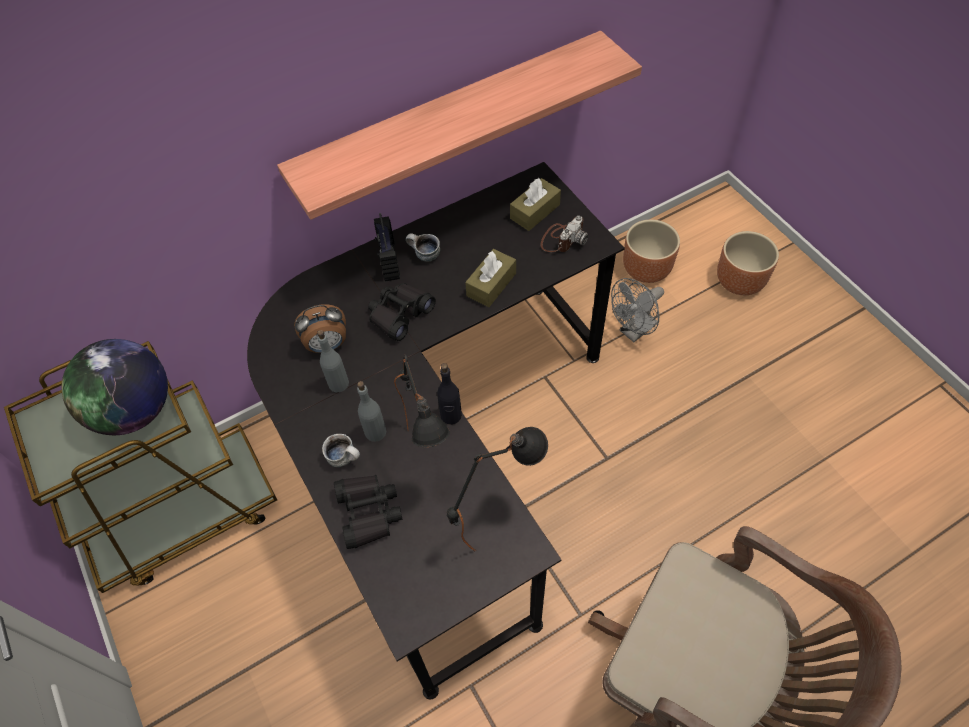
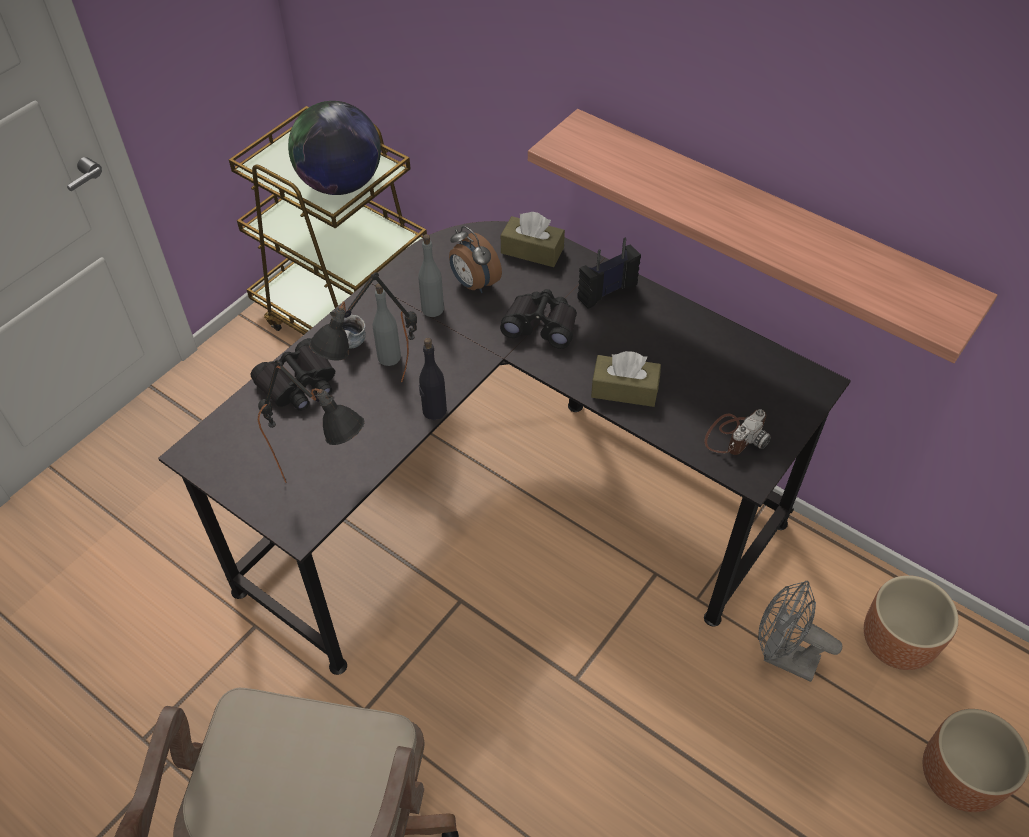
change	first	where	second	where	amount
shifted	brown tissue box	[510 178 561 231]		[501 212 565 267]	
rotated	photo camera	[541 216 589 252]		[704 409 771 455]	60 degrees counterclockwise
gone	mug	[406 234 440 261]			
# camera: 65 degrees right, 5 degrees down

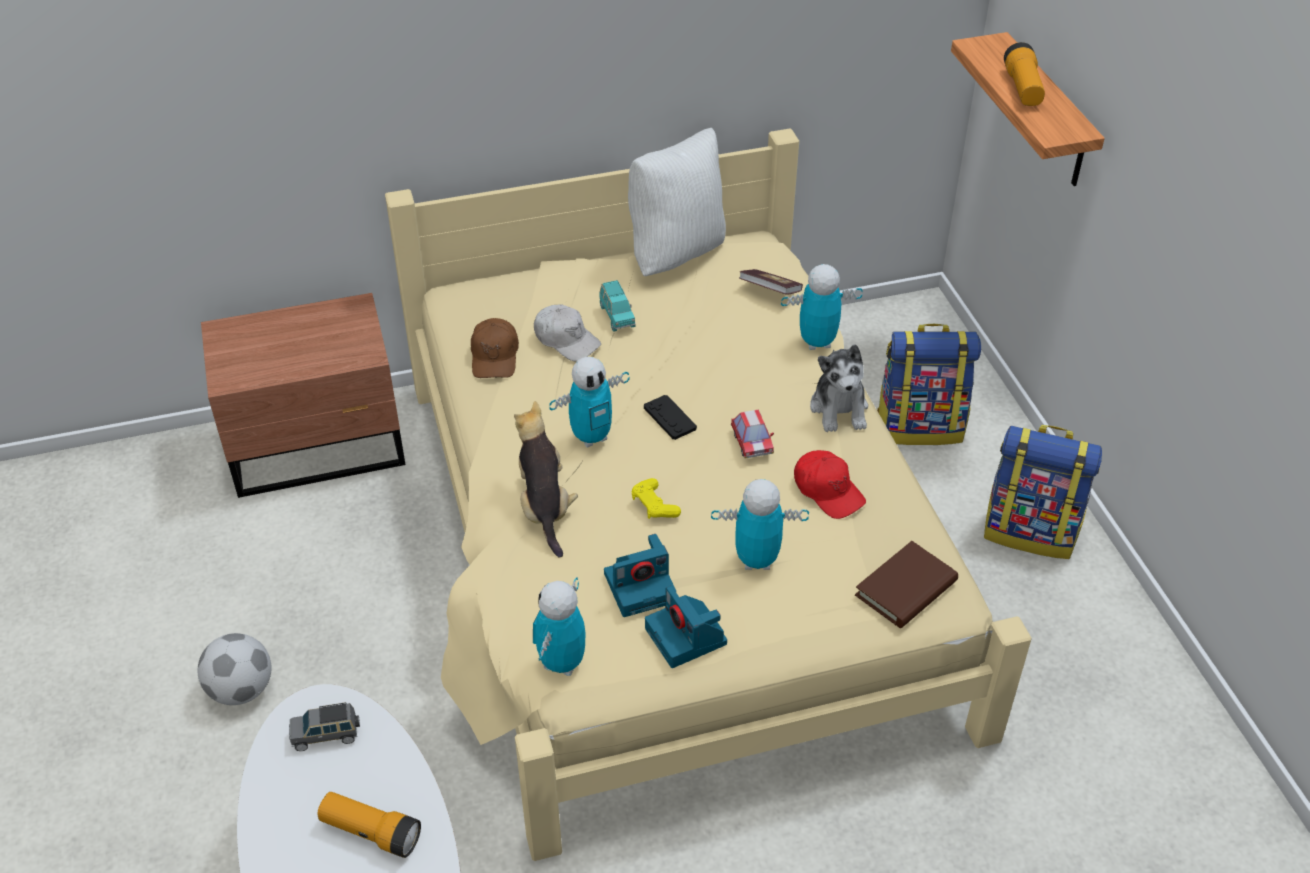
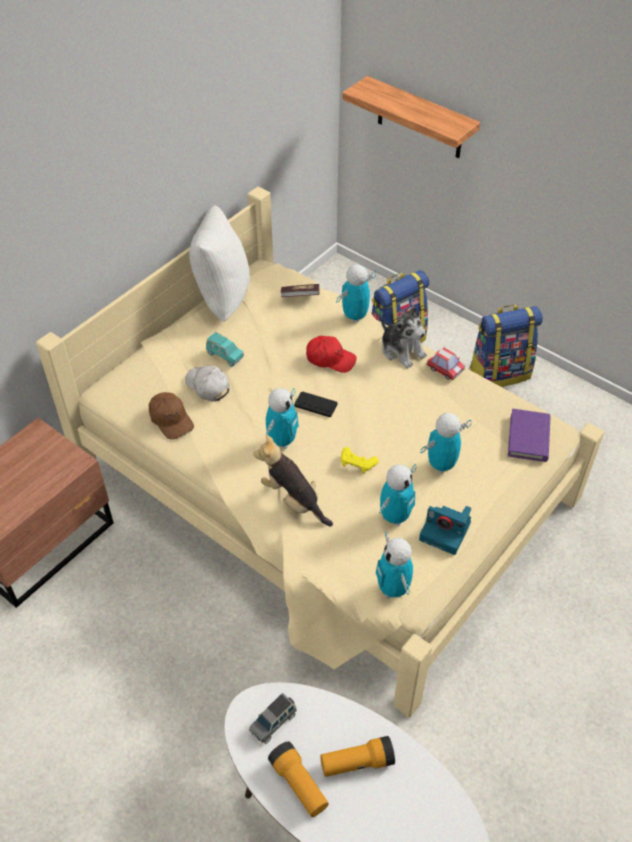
change	first	where	second	where	amount
rotated	white cap	[534 304 601 361]		[185 365 230 402]	135 degrees counterclockwise
shifted	flashlight	[1004 42 1045 106]		[268 741 328 817]	
shifted	red cap	[794 450 866 519]		[306 336 357 373]	
swapped	photo camera	[604 534 676 617]	toy robot	[379 464 416 526]	
shifted	toy car	[731 409 774 459]		[427 348 465 380]	
repainted	brown book	[855 541 958 628]	purple book	[508 409 550 462]	
gone	football	[198 633 271 705]			
# camera: 35 degrees left, 5 degrees up

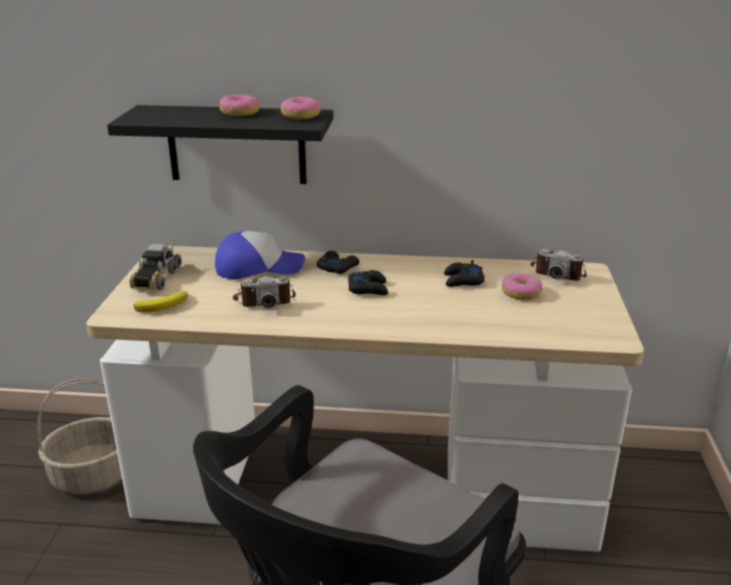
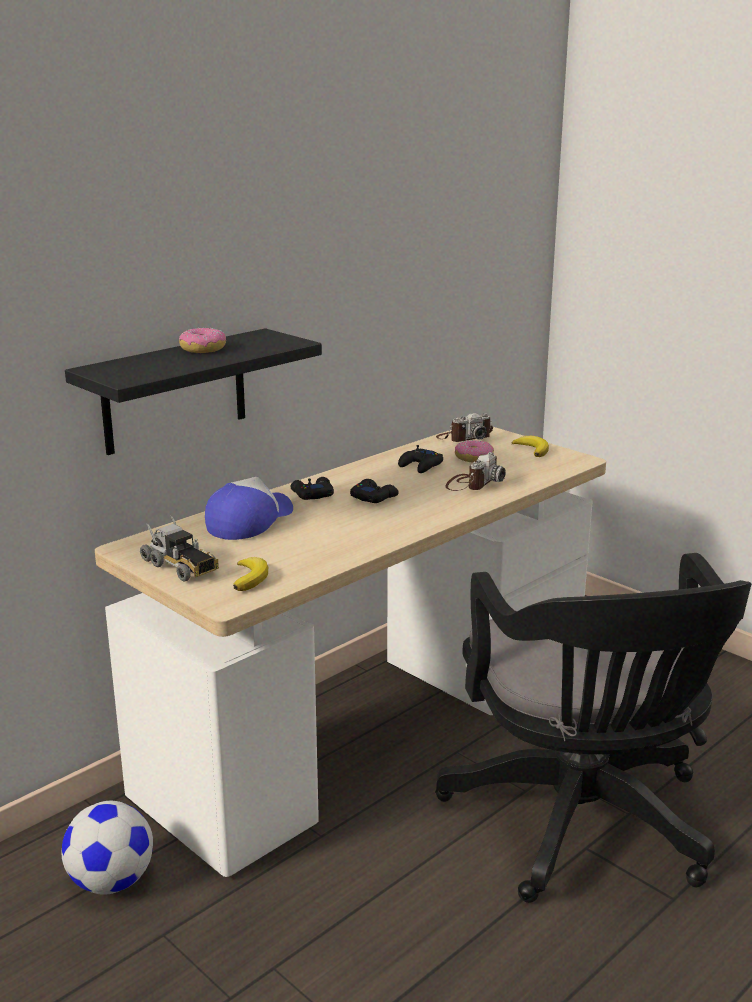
change	first	where	second	where	amount
swapped	basket	[38 379 122 494]	football	[62 801 153 895]	
shifted	photo camera	[233 275 296 308]		[445 452 506 491]	
new			banana	[512 436 549 457]	
gone	donut	[281 96 321 120]			
# camera: 50 degrees left, 5 degrees down

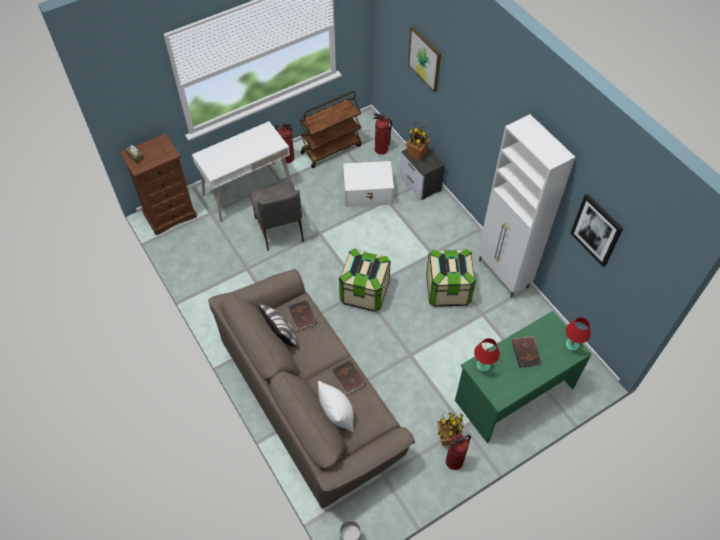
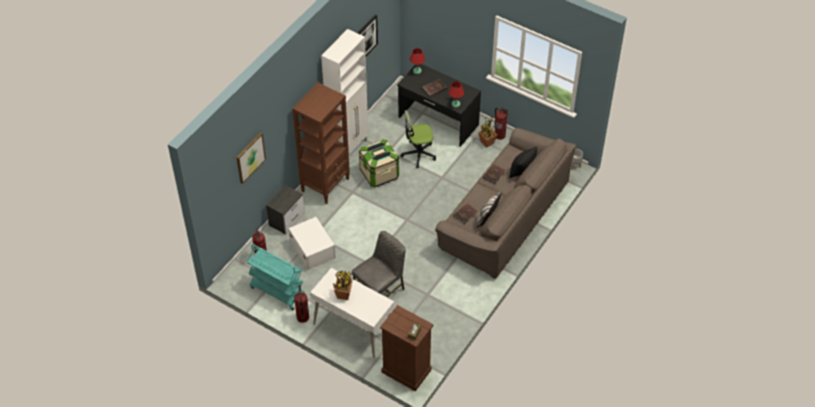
change	first	where	second	where	amount
repainted	brown cart	[299 91 362 168]	turquoise cart	[247 244 305 310]	
new			brown bookcase	[292 83 350 204]	
shifted	potted plant	[406 122 430 160]		[333 271 353 300]	
repainted	green desk	[455 311 592 443]	black desk	[397 64 481 147]	
new			office chair	[400 110 436 168]	
repainted	white pillow	[318 381 354 432]	black pillow	[509 146 537 178]	
gone	storage box	[339 249 391 312]			
# camera: 115 degrees left, 5 degrees down

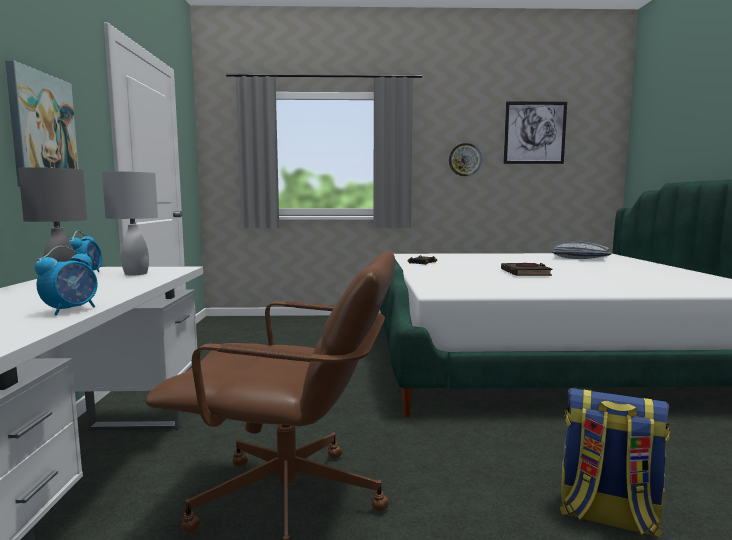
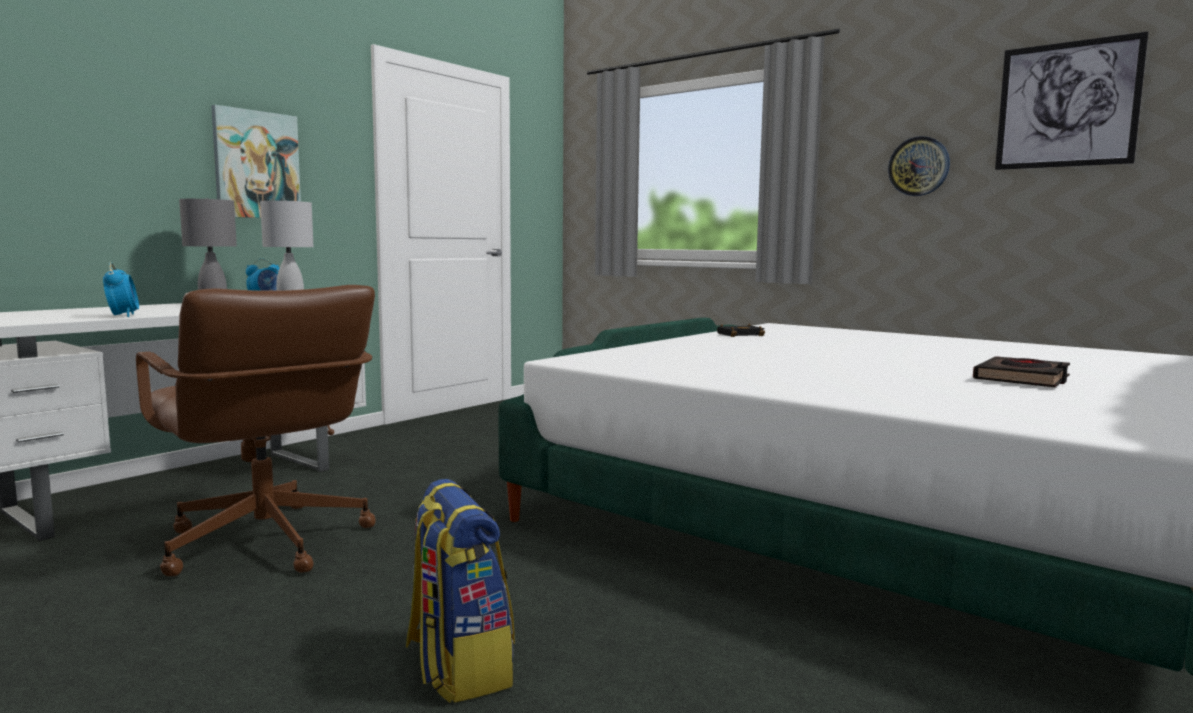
change	first	where	second	where	amount
rotated	alarm clock	[35 246 98 316]		[103 262 139 317]	90 degrees counterclockwise
shifted	black book	[501 263 552 276]		[973 356 1070 388]	
gone	pillow	[552 241 611 259]			
# camera: 40 degrees right, 0 degrees up

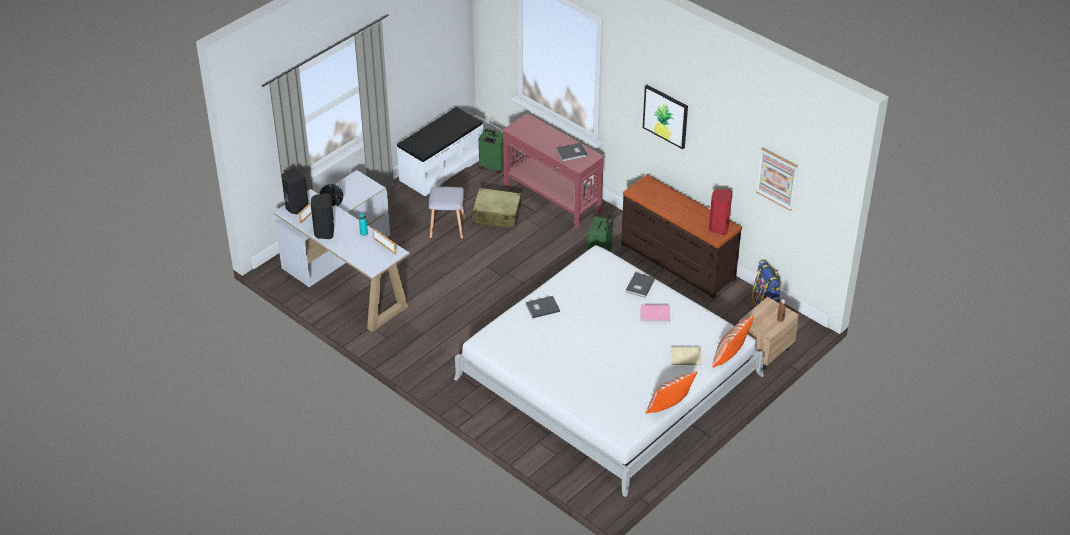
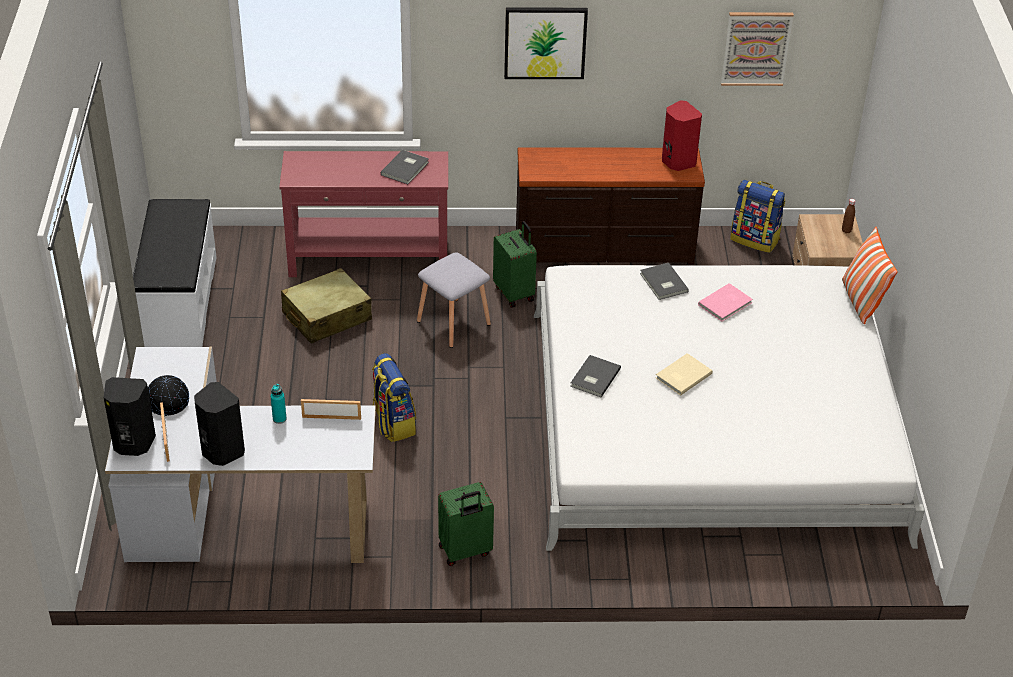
change	first	where	second	where	amount
new			backpack	[372 353 416 442]	
shifted	grey stool	[429 187 465 239]		[417 252 491 348]	
shifted	green suitcase	[478 128 504 173]		[438 482 494 566]	
shifted	beige book	[671 347 702 365]		[656 353 713 396]	
gone	pillow	[646 371 697 414]			
# camera: 45 degrees left, 0 degrees up

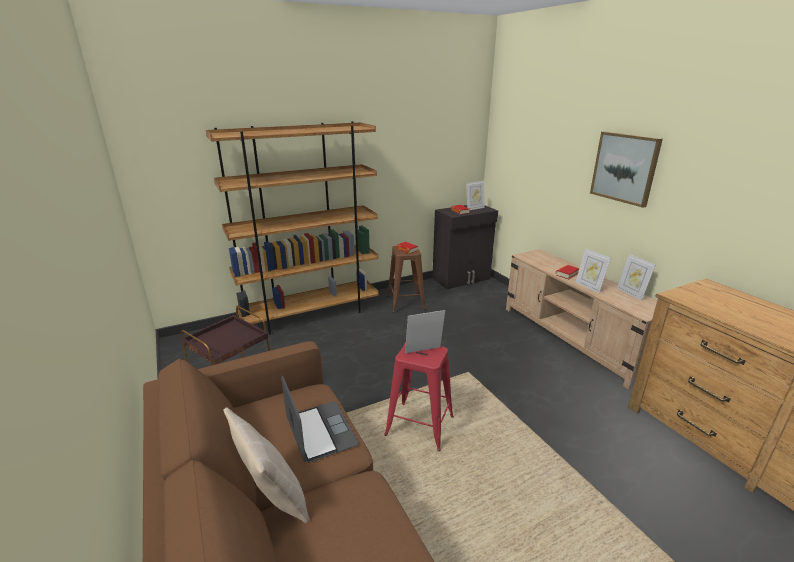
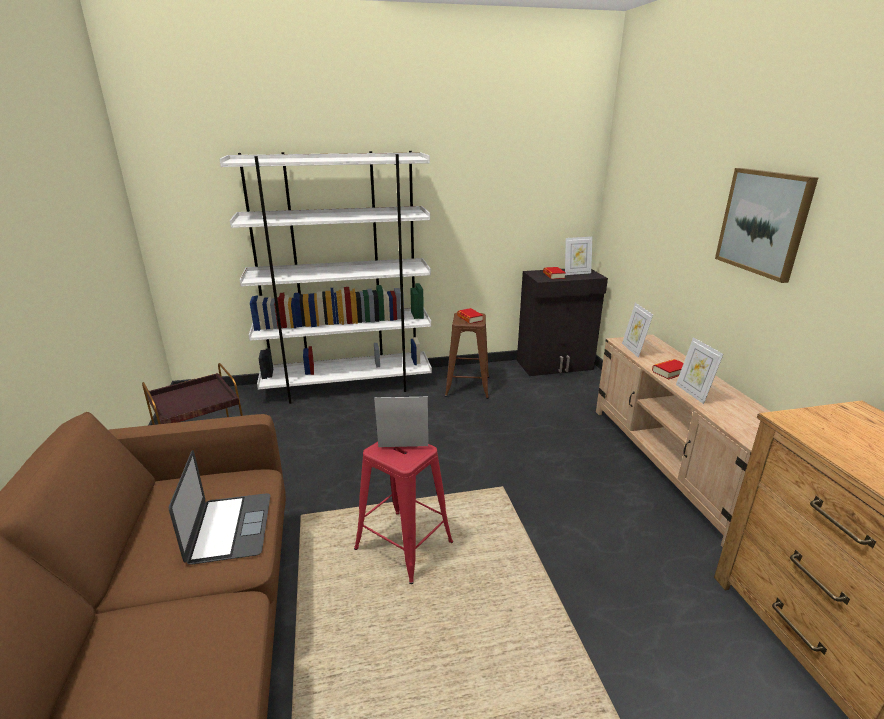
change	first	where	second	where	amount
repainted	brown bookcase	[206 121 379 335]	white bookcase	[219 151 432 404]	
shifted	picture frame	[617 254 656 301]		[622 303 653 358]	
gone	beige pillow	[223 407 310 523]			
# camera: 15 degrees right, 0 degrees up

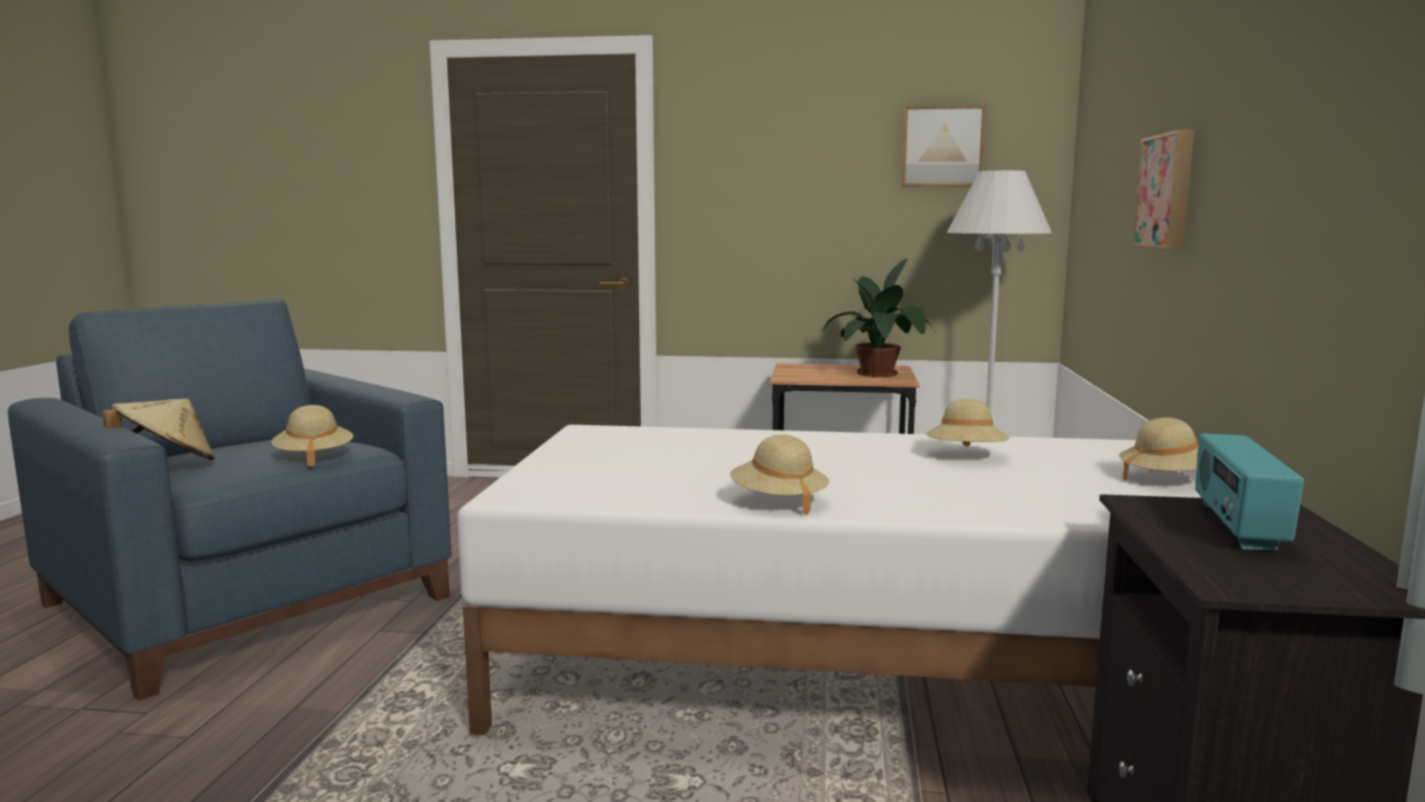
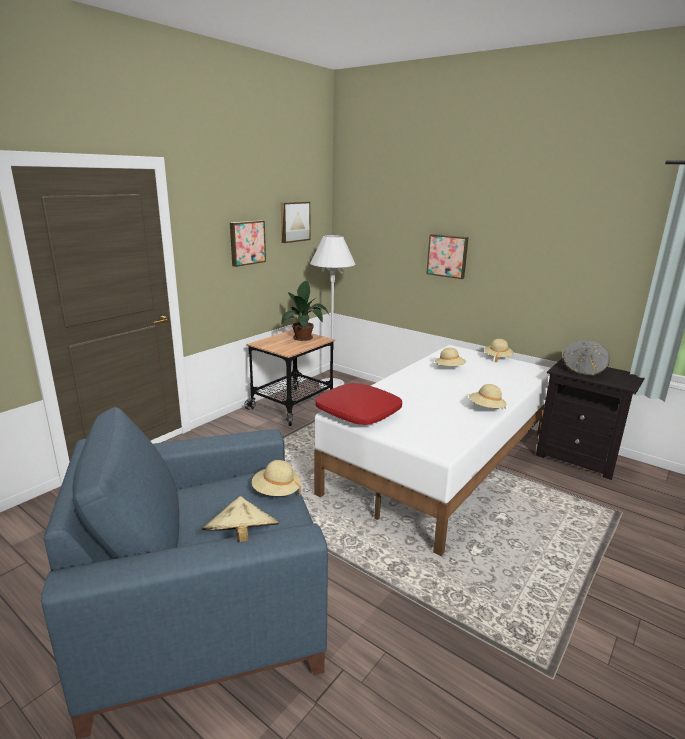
change	first	where	second	where	amount
new			picture	[230 220 266 267]	
new			red pillow	[315 383 402 425]	
swapped	radio	[1195 433 1304 550]	grey hat	[563 340 610 376]	
# camera: 60 degrees left, 10 degrees up

